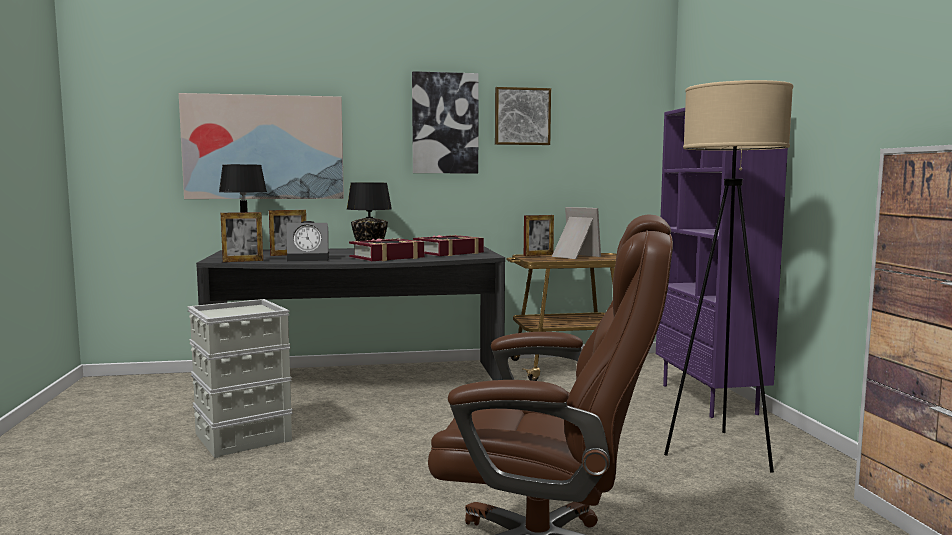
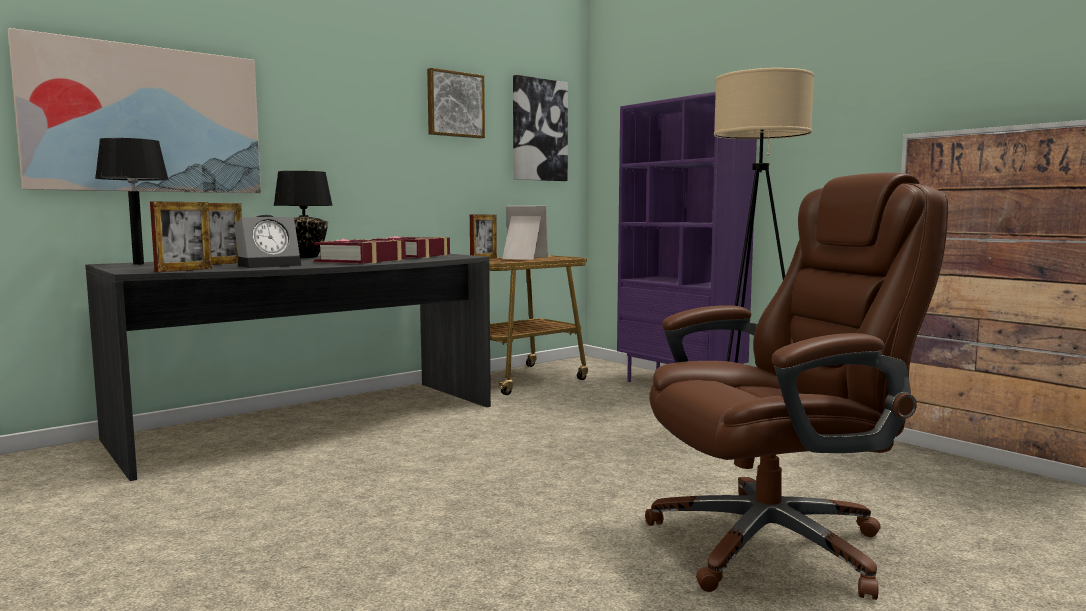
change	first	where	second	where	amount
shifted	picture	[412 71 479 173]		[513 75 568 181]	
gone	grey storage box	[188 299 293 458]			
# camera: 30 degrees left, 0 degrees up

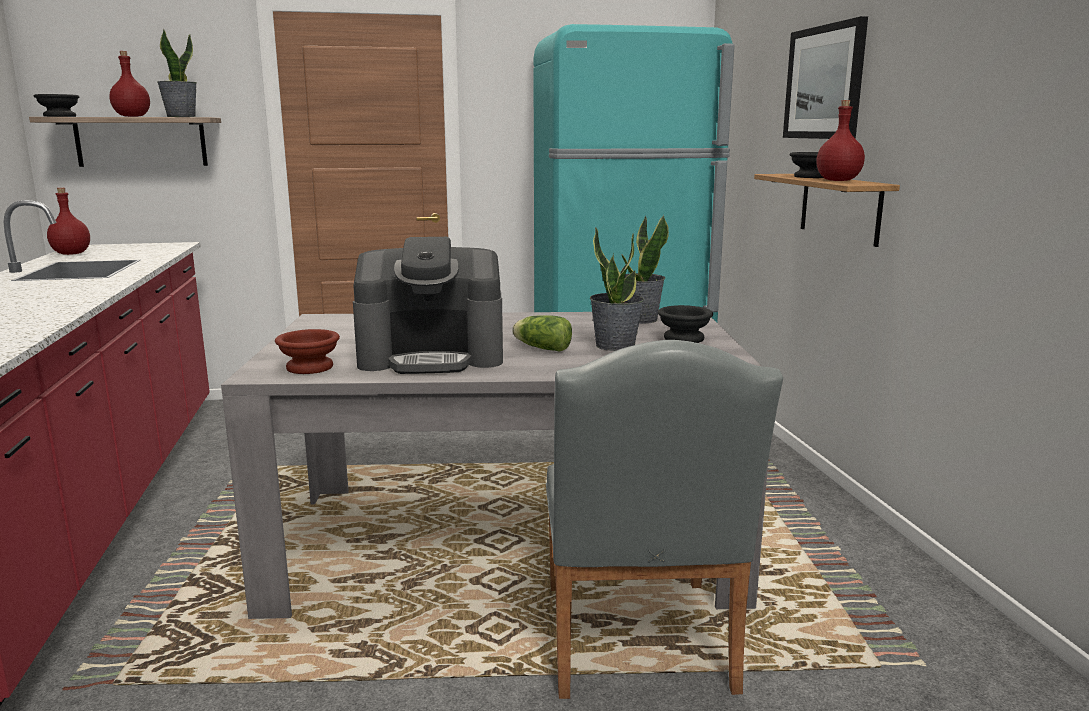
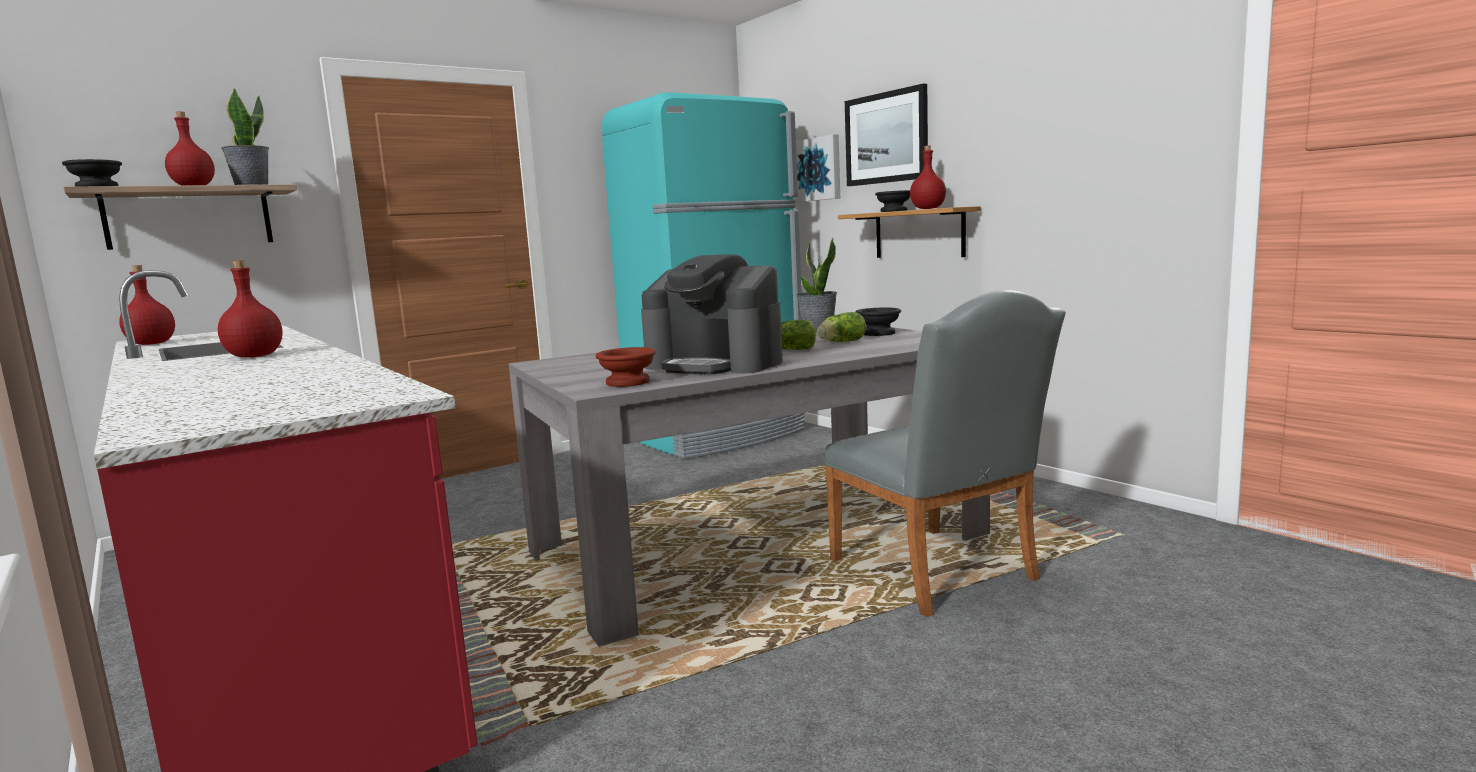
change	first	where	second	where	amount
new			red bottle	[218 260 283 358]	
rotated	coffee machine	[353 237 503 374]		[641 254 783 374]	60 degrees clockwise
new			picture	[795 134 840 202]	
swapped	potted plant	[590 227 644 351]	lettuce	[817 312 866 342]	
# camera: 25 degrees left, 5 degrees down

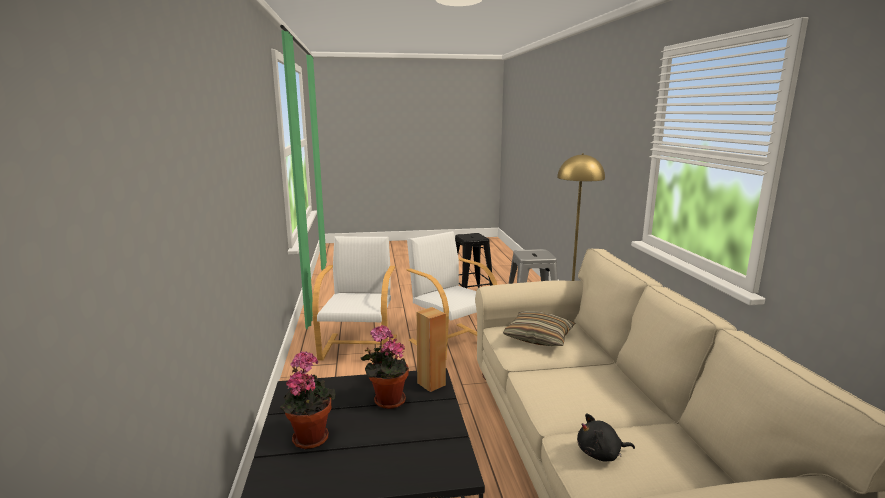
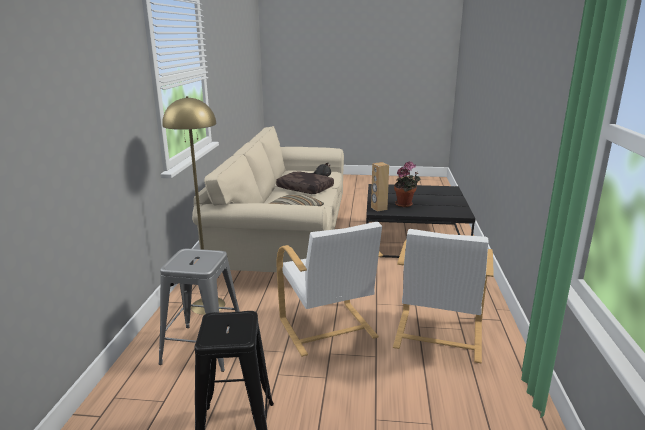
change	first	where	second	where	amount
new			brown pillow	[276 171 334 194]	
gone	potted plant	[280 351 336 449]			
# camera: 165 degrees left, 5 degrees up

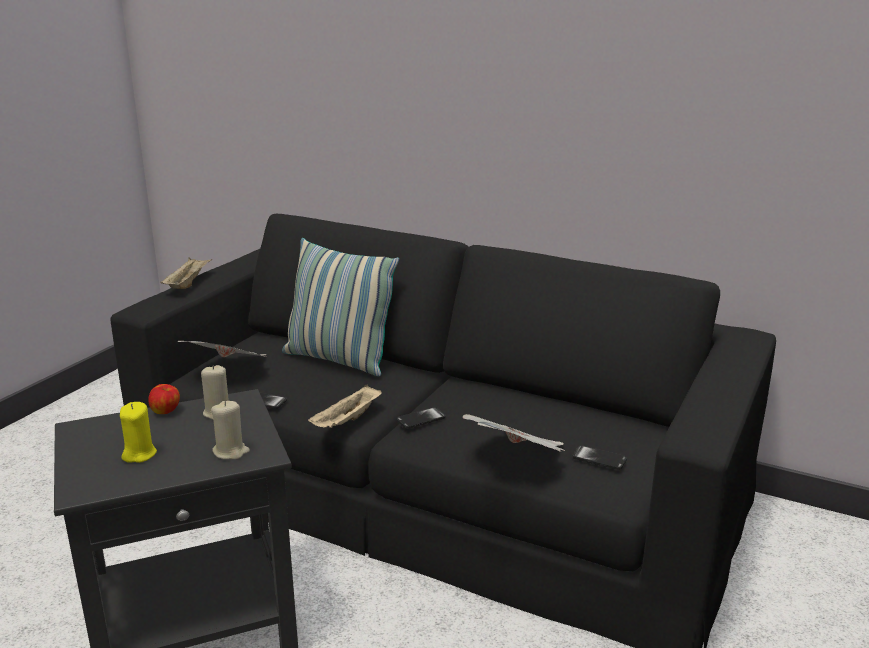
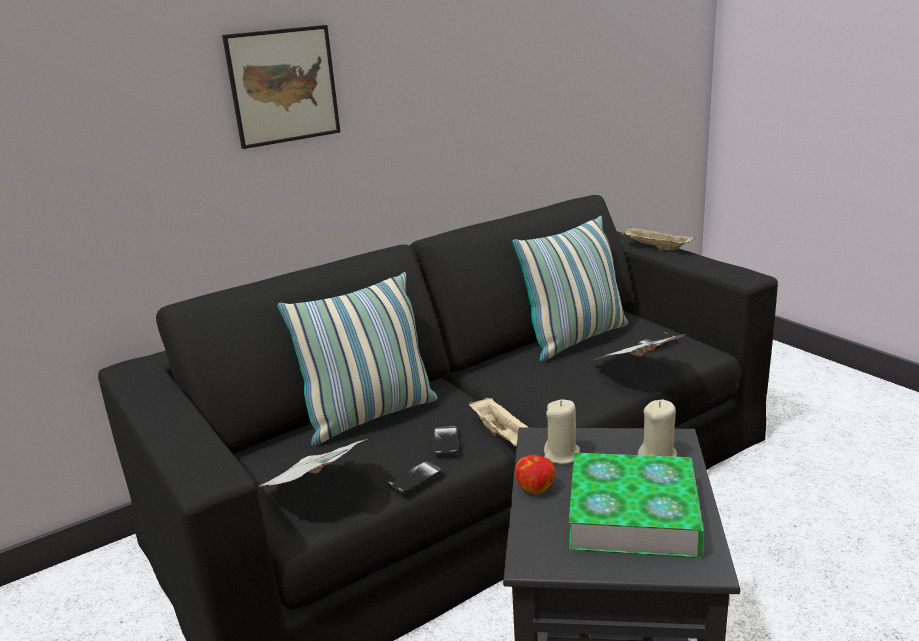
change	first	where	second	where	amount
new			picture	[222 25 340 149]	
shifted	phone	[397 407 445 429]		[433 425 459 456]	
new			pillow	[512 216 628 362]	
swapped	yellow candle	[120 402 157 463]	book	[569 453 704 558]	
shifted	beige tray	[160 257 212 289]		[622 226 695 251]	
# camera: 60 degrees left, 0 degrees up

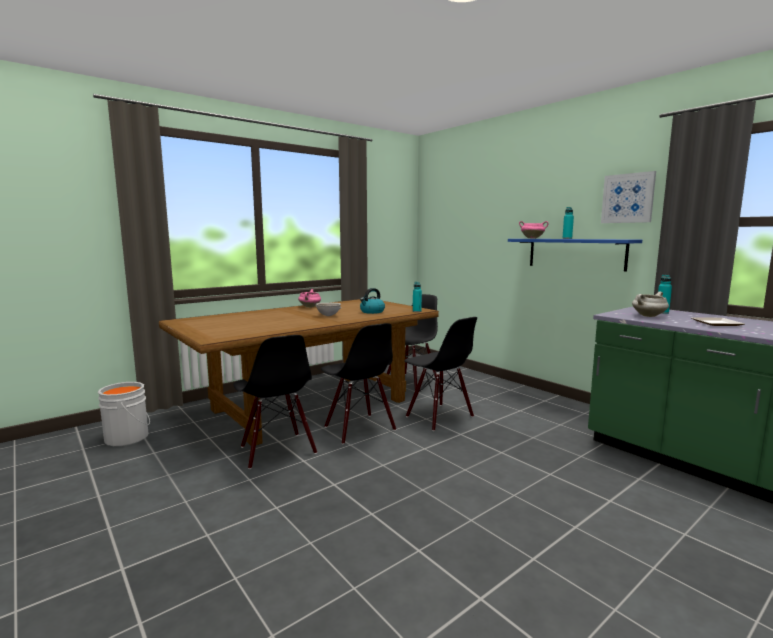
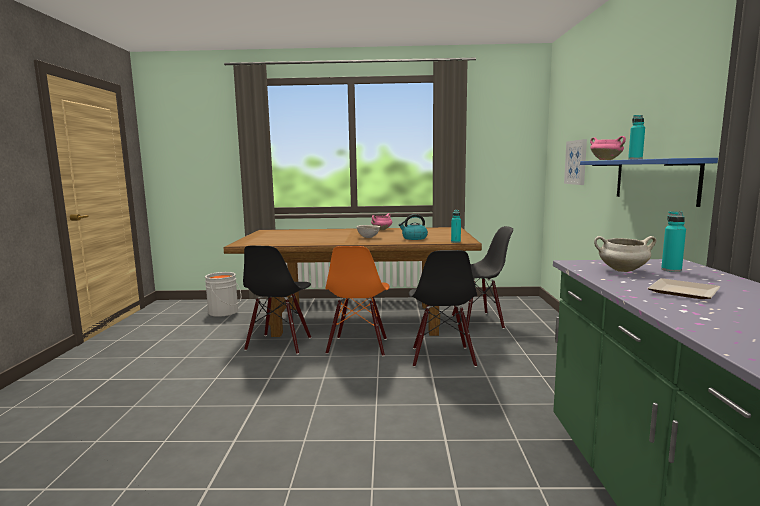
change	first	where	second	where	amount
repainted	black chair	[321 323 396 444]	orange chair	[326 246 389 356]	
shifted	picture	[601 171 656 223]		[564 139 587 185]	
# camera: 40 degrees right, 0 degrees up

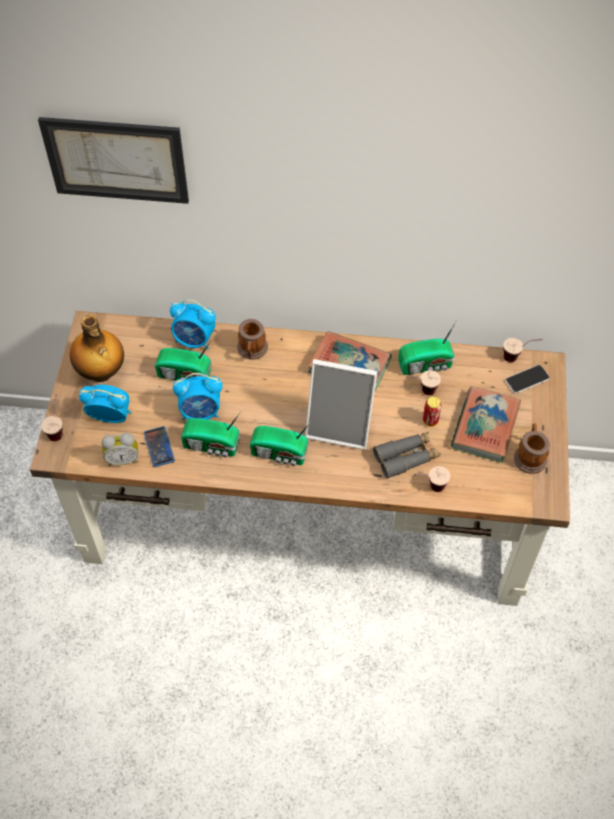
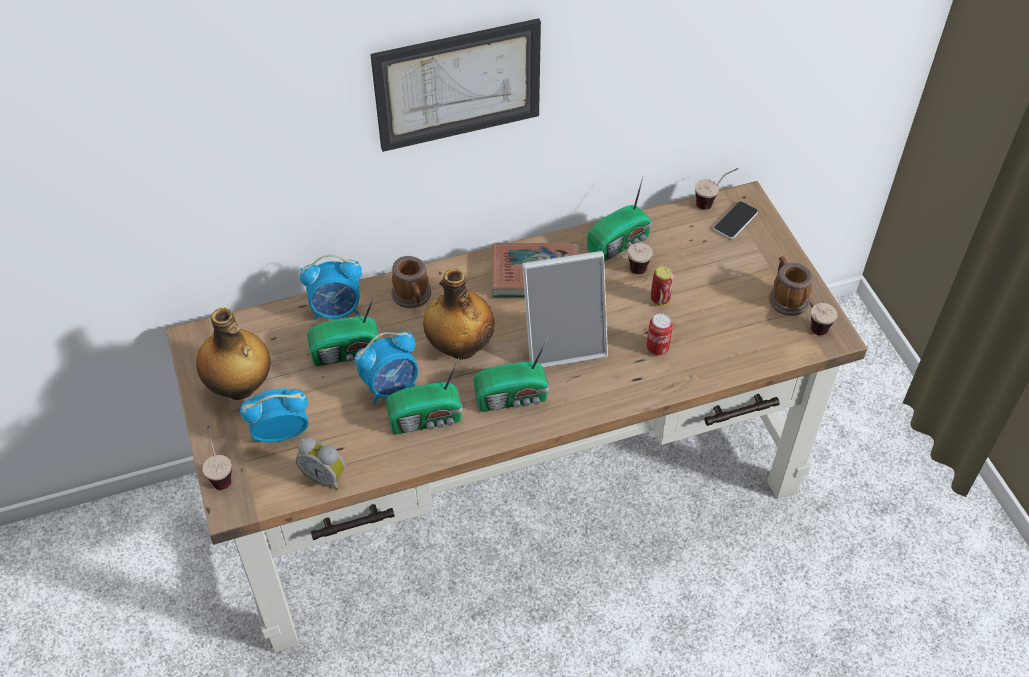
change	first	where	second	where	amount
rotated	alarm clock	[102 433 139 466]		[296 437 345 490]	60 degrees clockwise
shifted	picture	[38 117 189 204]		[370 18 541 152]	
new			bottle	[423 268 494 360]	
swapped	grey binoculars	[373 432 441 479]	can	[646 313 673 355]	
shifted	cup	[414 466 451 492]		[805 303 838 335]	
gone	phone	[144 426 175 467]			
gone	book	[451 386 521 462]			
# camera: 25 degrees left, 5 degrees down

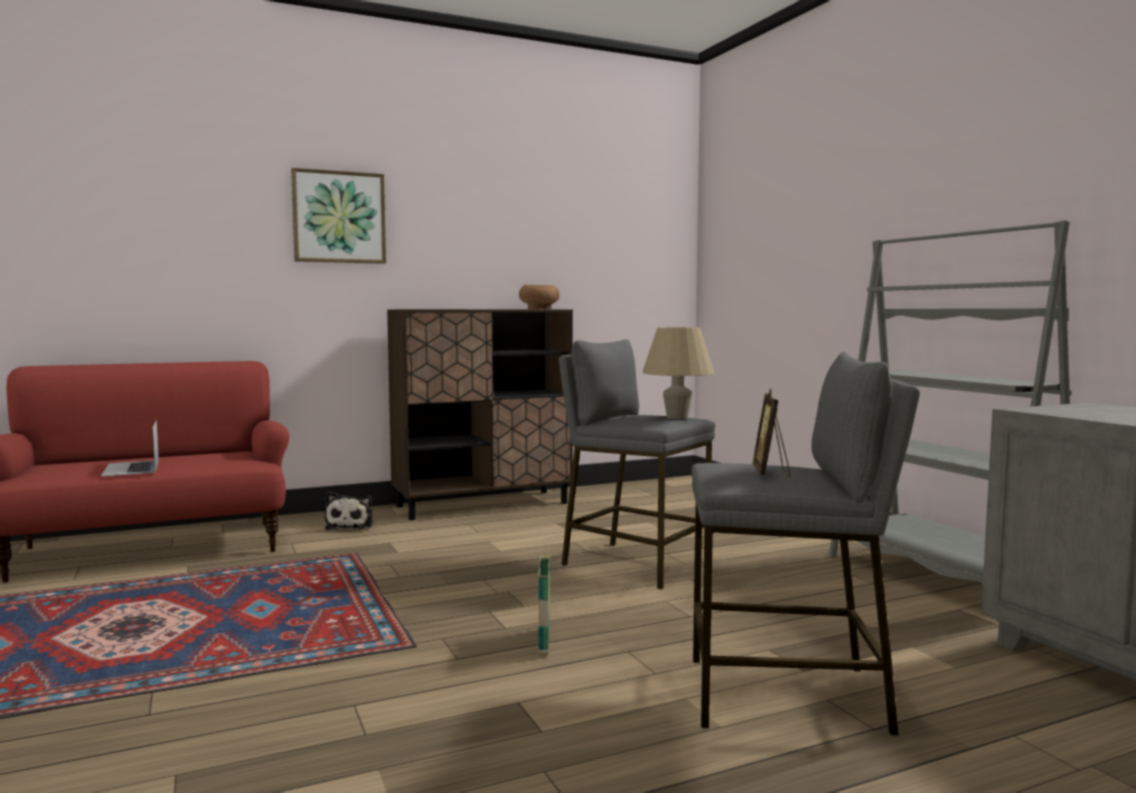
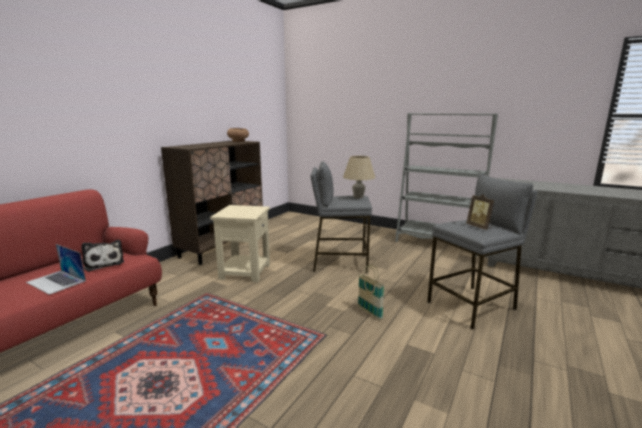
change	first	where	second	where	amount
shifted	plush toy	[325 491 373 530]		[81 240 124 272]	
new			beige side table	[210 205 270 282]	
gone	picture	[291 168 386 264]			
# camera: 35 degrees left, 10 degrees up

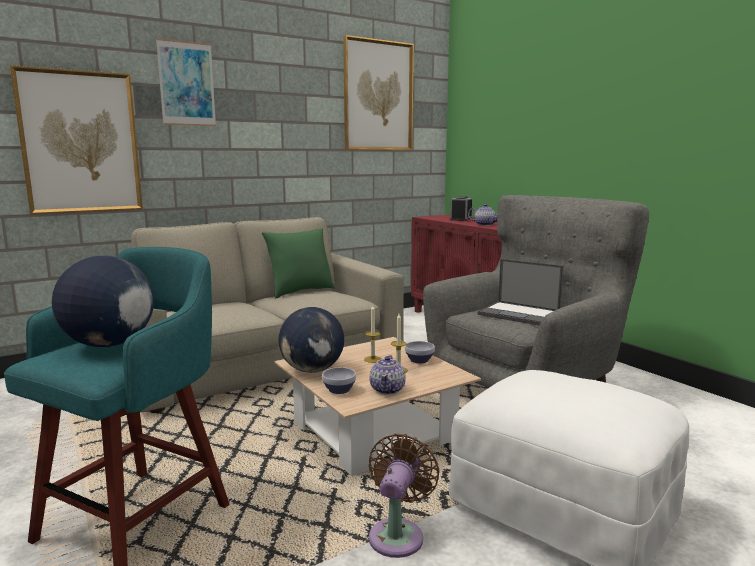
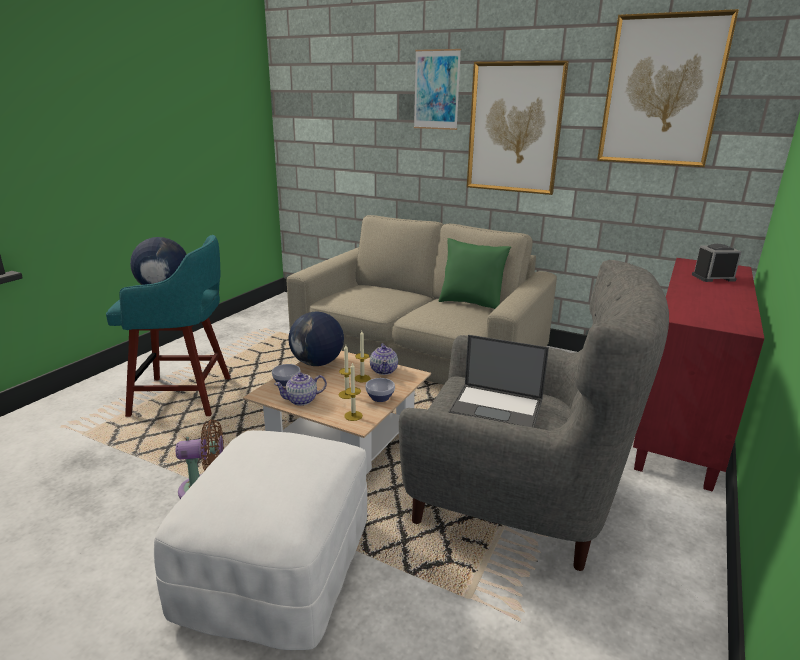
change	first	where	second	where	amount
new			candle	[344 362 363 421]	
shifted	teapot	[468 204 498 226]		[370 343 398 375]	
rotated	laptop	[478 259 564 326]		[448 335 549 428]	75 degrees counterclockwise
shifted	picture	[10 65 143 215]		[467 61 569 195]	
# camera: 60 degrees right, 10 degrees up

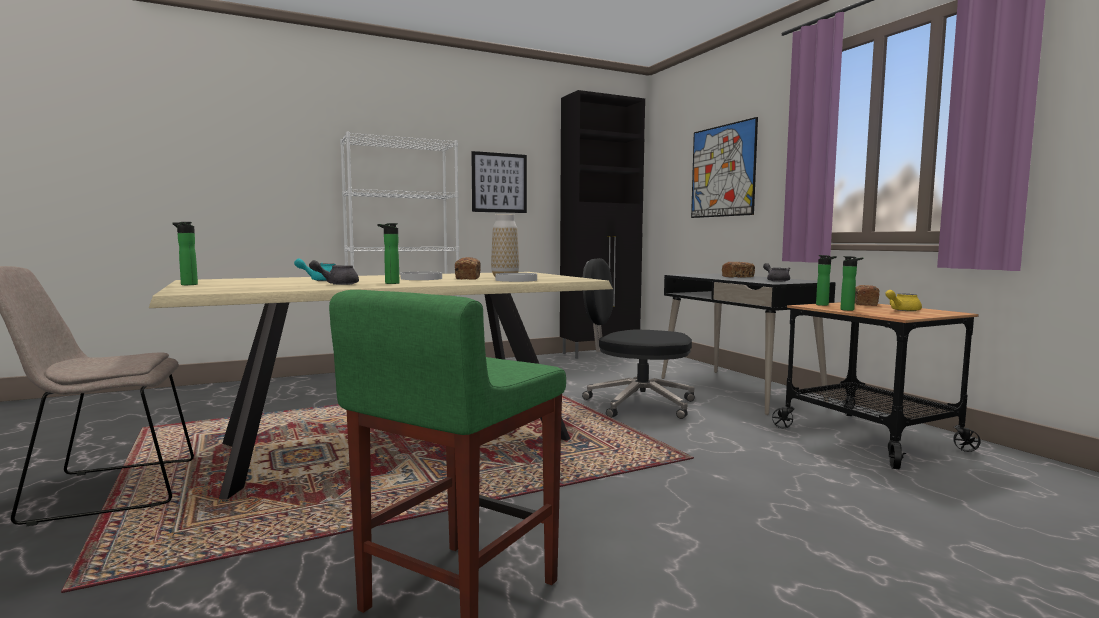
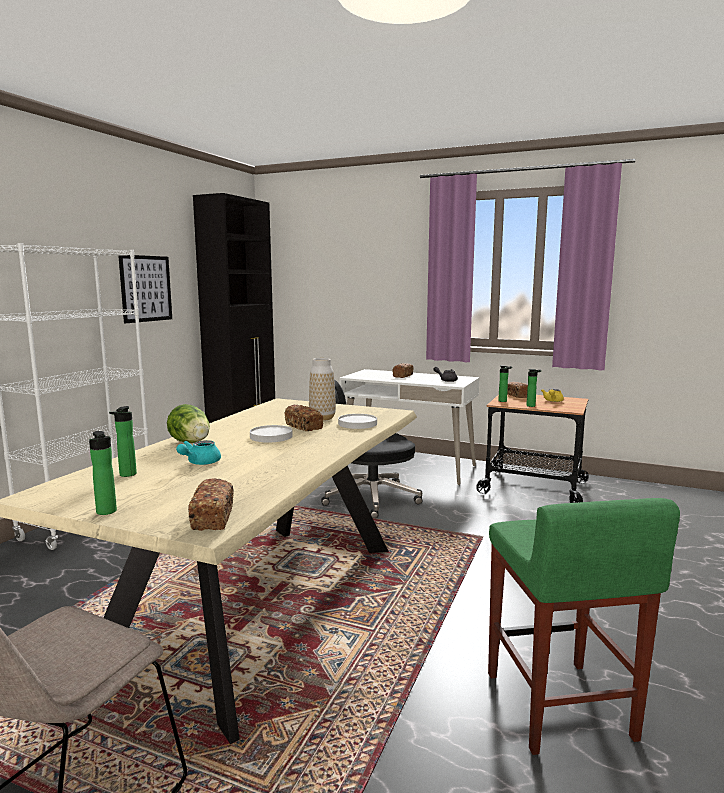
change	first	where	second	where	amount
shifted	bottle	[377 223 400 284]		[109 406 137 477]	
new			lettuce	[167 404 210 443]	
new			bread	[188 478 234 531]	
repainted	black desk	[661 273 836 415]	white desk	[339 369 480 485]	
gone	grey teapot	[309 260 359 285]			
gone	picture	[691 117 758 218]			
# camera: 40 degrees left, 5 degrees up

